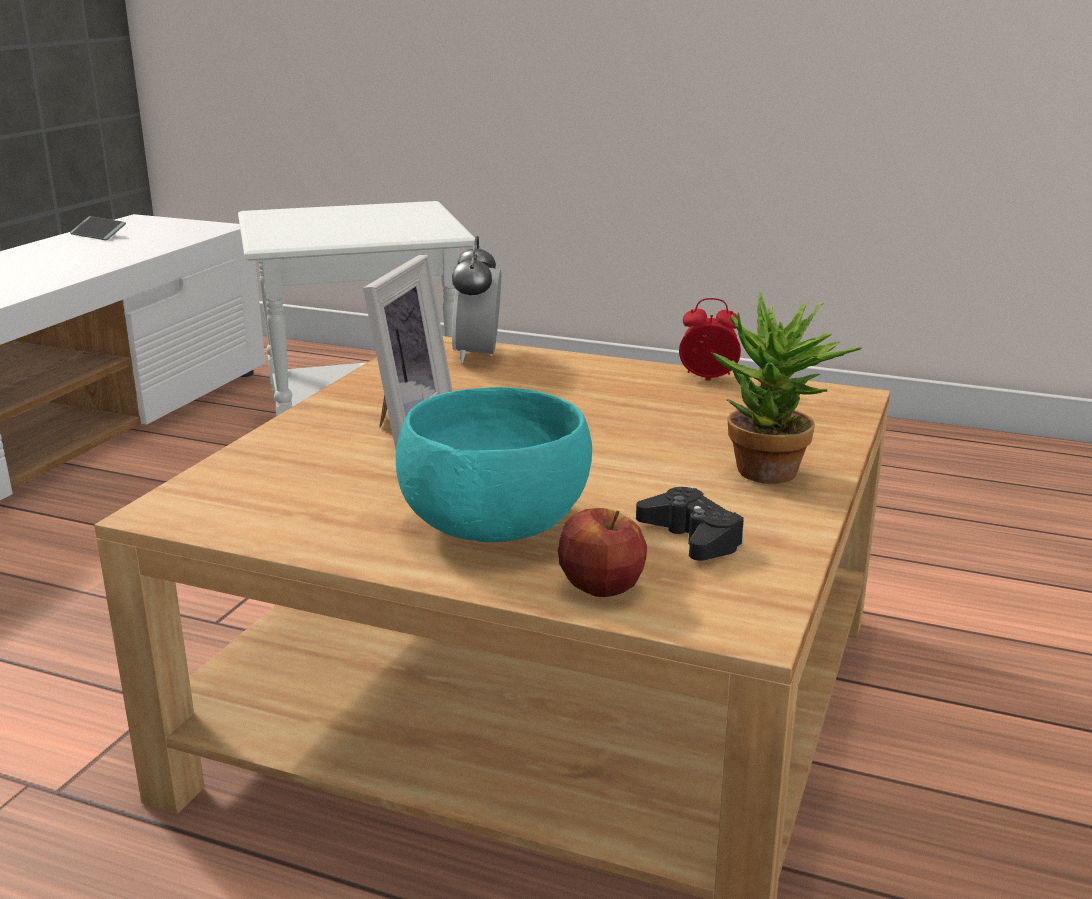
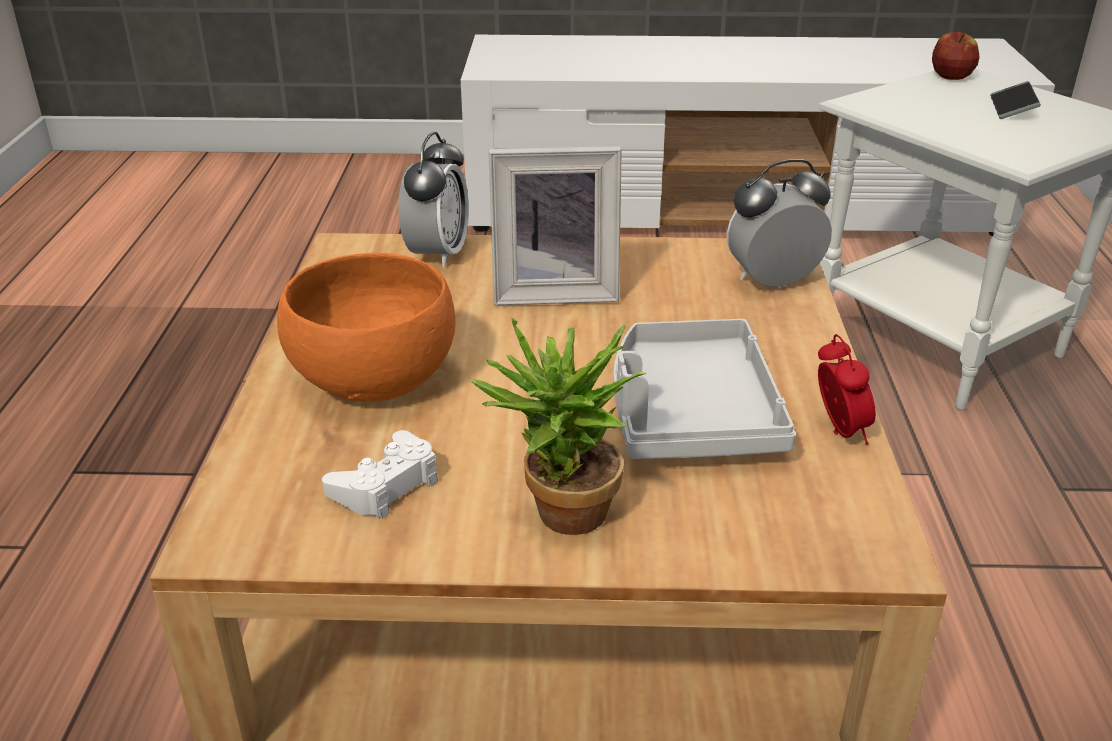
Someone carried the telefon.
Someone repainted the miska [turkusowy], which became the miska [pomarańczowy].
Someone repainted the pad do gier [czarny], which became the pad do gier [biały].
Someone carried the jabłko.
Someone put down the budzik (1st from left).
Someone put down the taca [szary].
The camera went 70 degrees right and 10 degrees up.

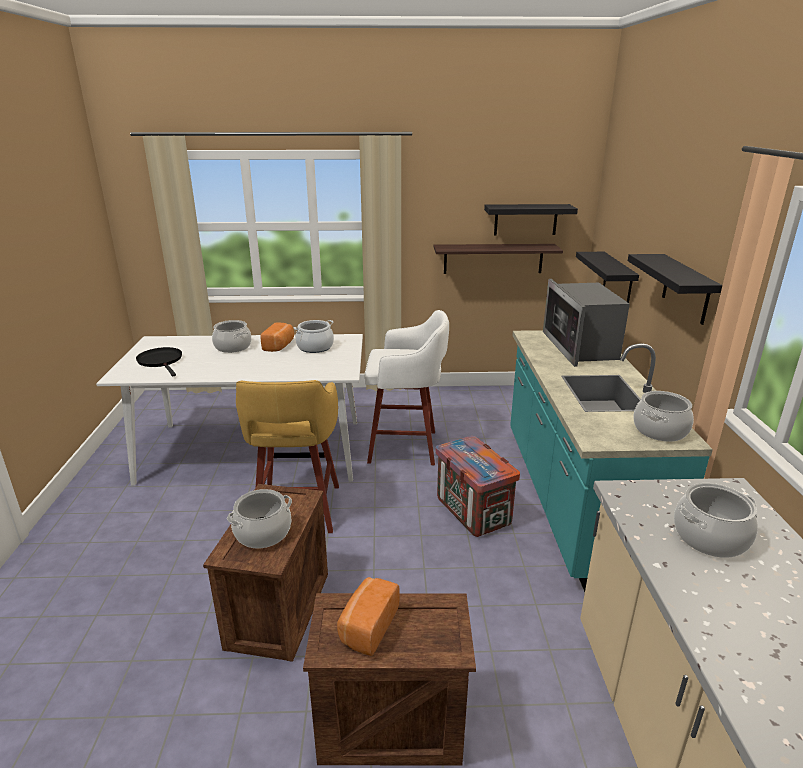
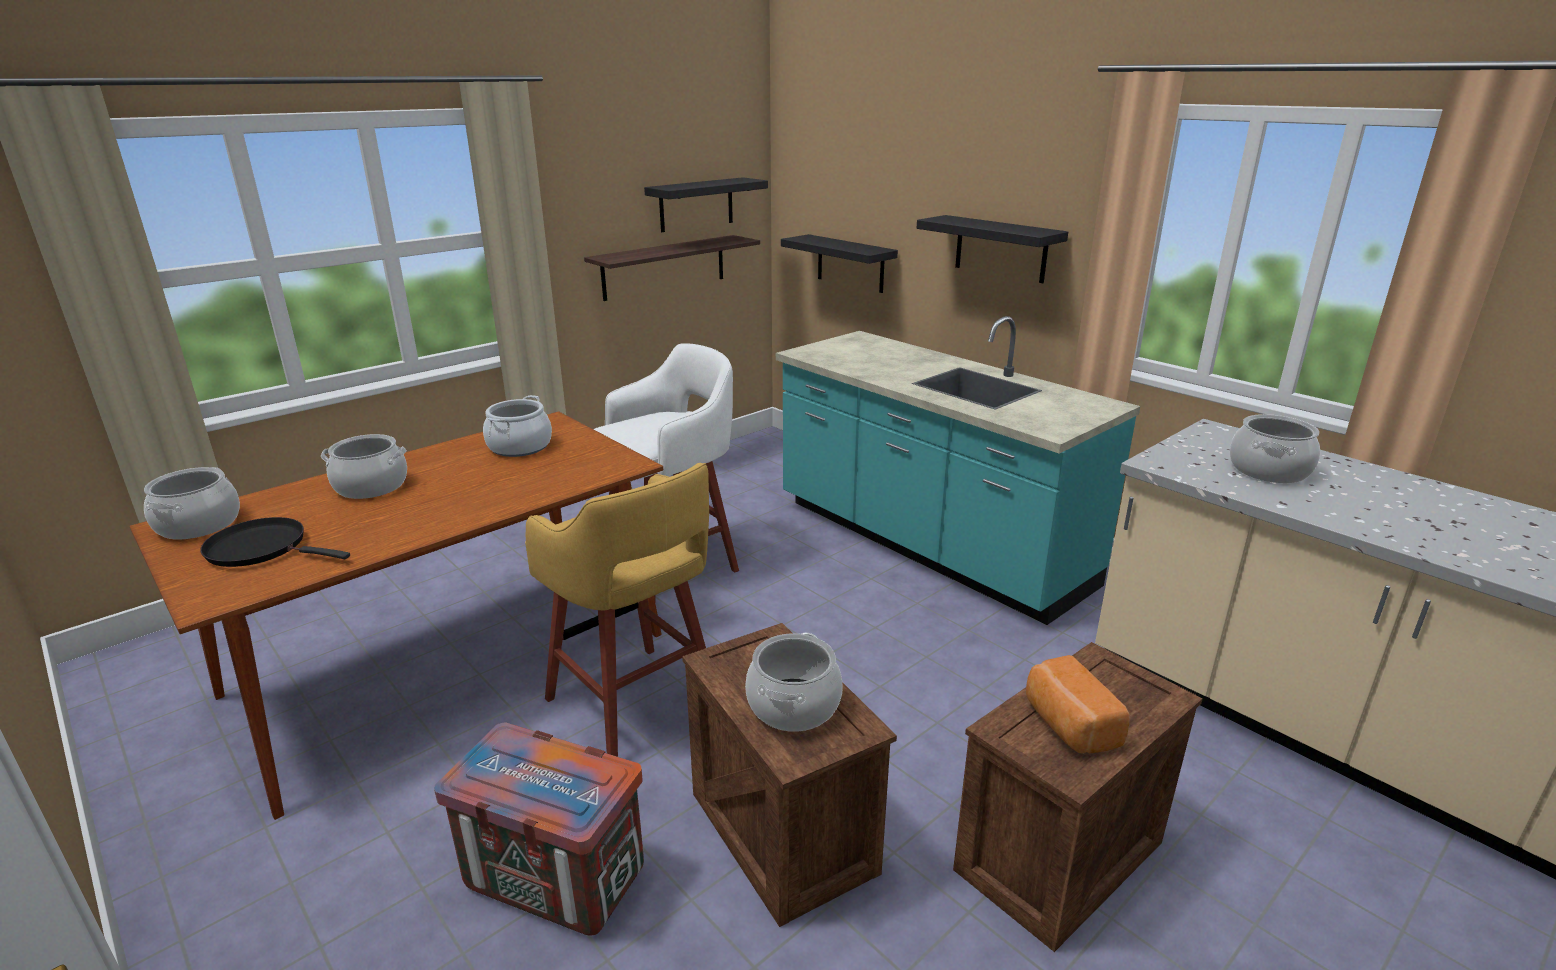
Someone took away the mikrofalówka.
Someone took away the chleb (1st from left).
Someone repainted the stół jadalny [biały], which became the stół jadalny [brązowy].
Someone carried the garnek (4th from left in the first image).
Someone carried the skrzynka (3rd from left in the first image).
The camera went 40 degrees left and 0 degrees up.

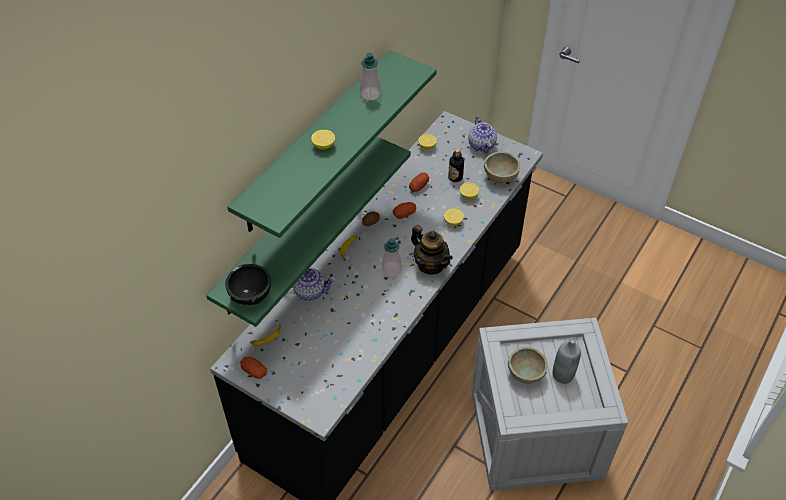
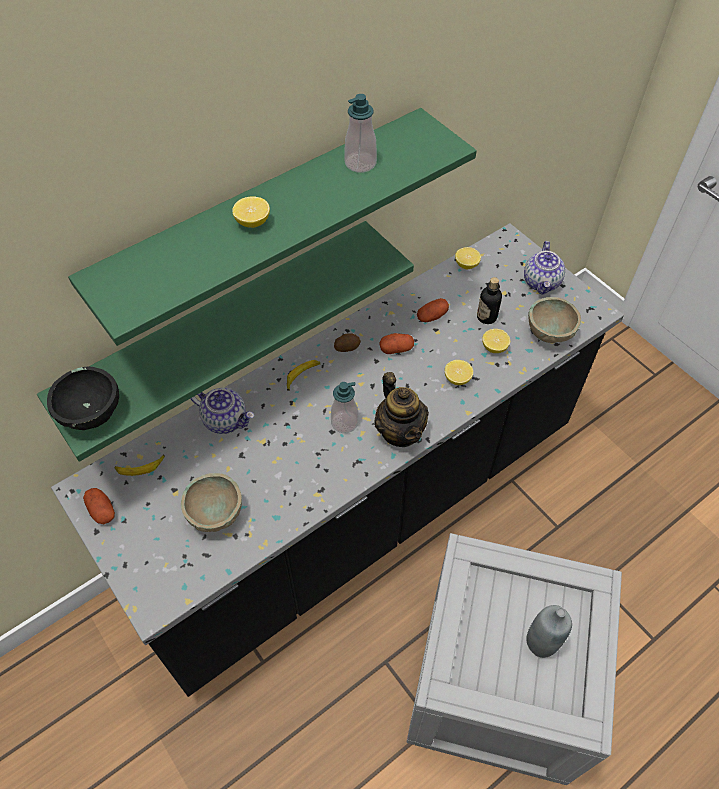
Someone carried the miska [beżowy] (2nd from left in the first image).
The camera went 20 degrees right and 5 degrees up.

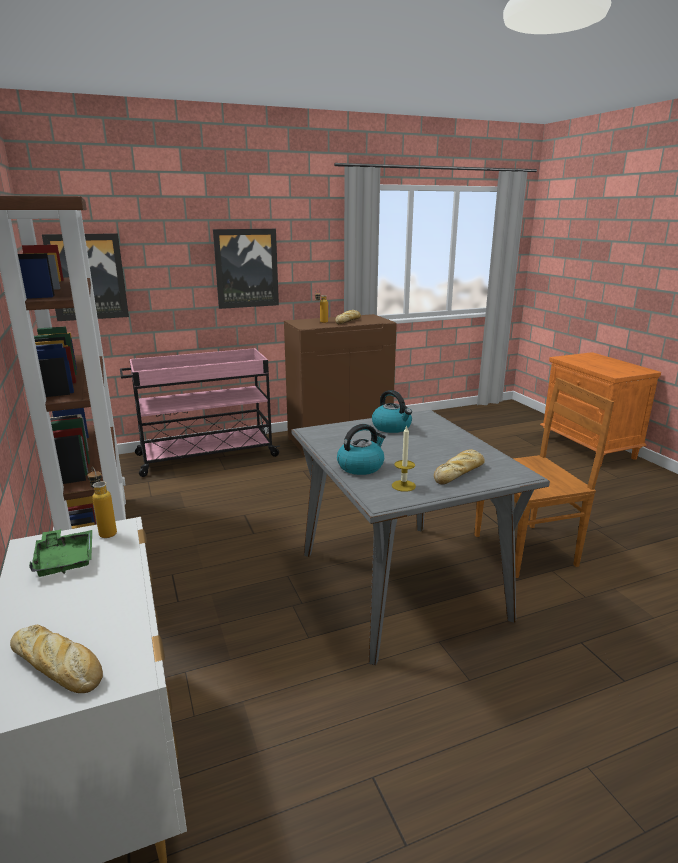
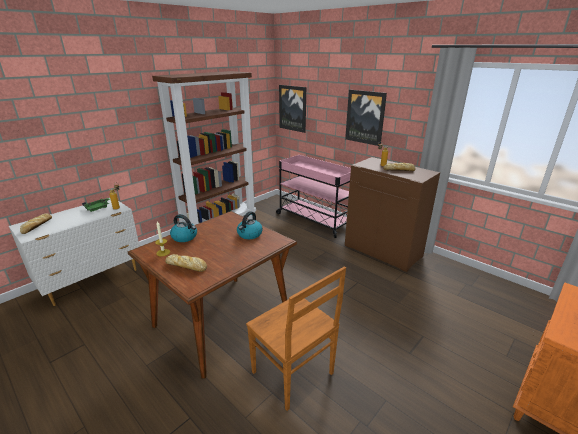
Someone repainted the stół jadalny [szary], which became the stół jadalny [brązowy].
The camera went 65 degrees right and 5 degrees up.

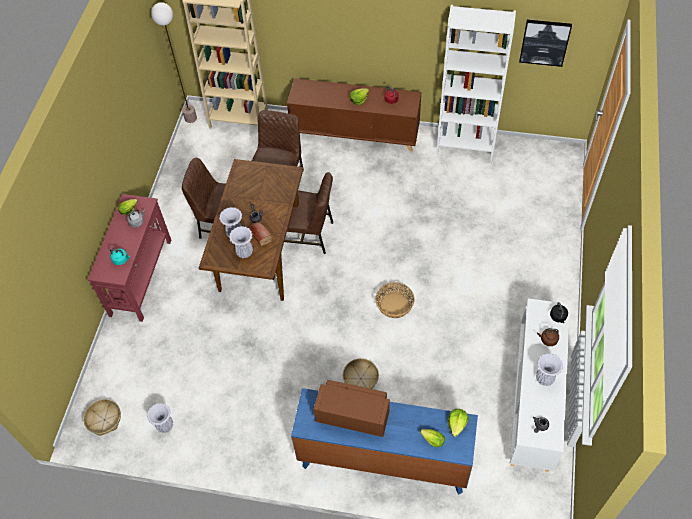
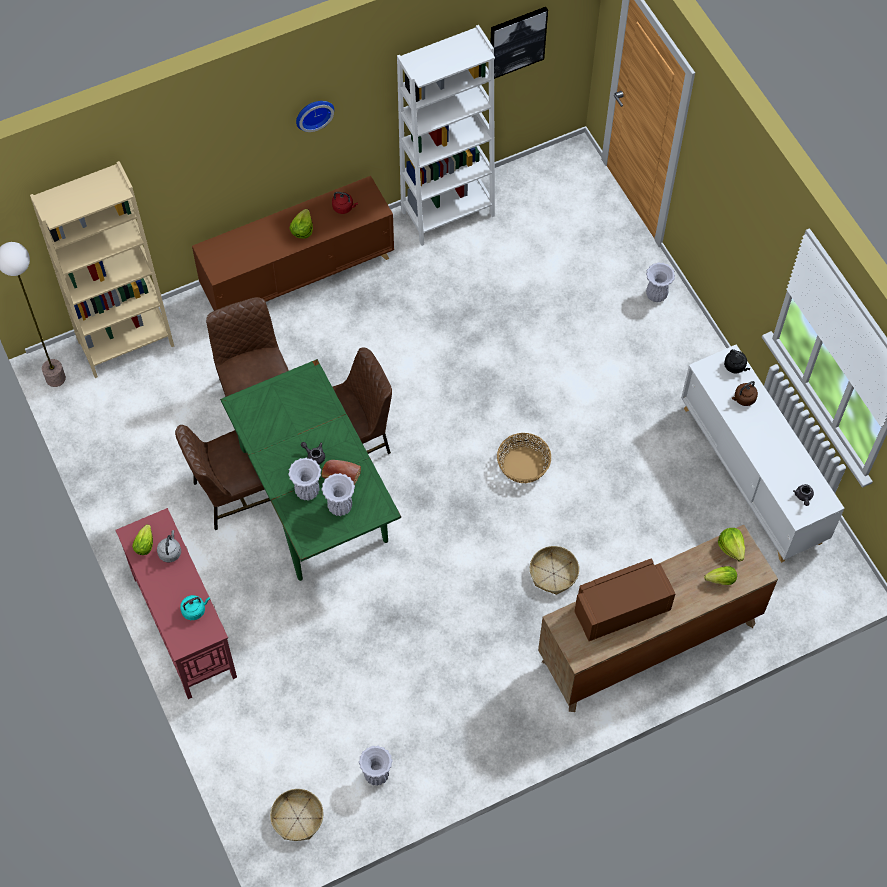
Someone repainted the stół jadalny [brązowy], which became the stół jadalny [zielony].
Someone carried the wazon [biały] (4th from left).
Someone repainted the komoda [niebieski], which became the komoda [brązowy].
Someone put up the zegar ścienny.
The camera went 40 degrees left and 5 degrees up.

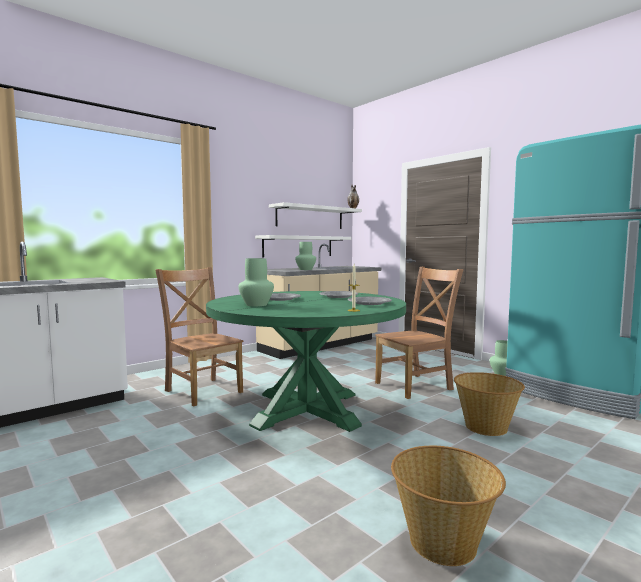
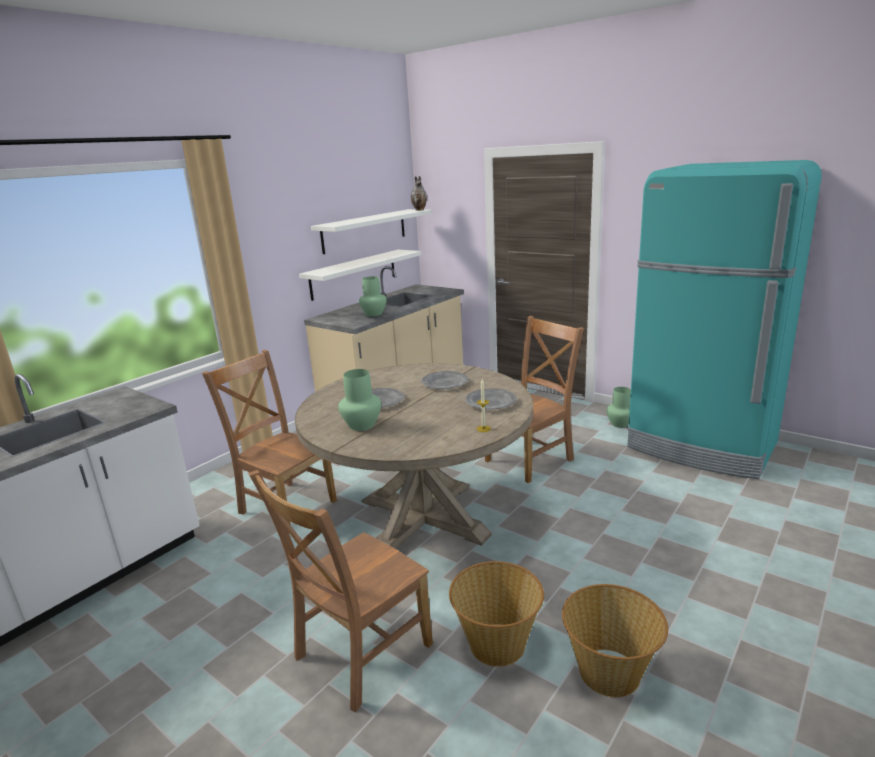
Someone repainted the stół jadalny [zielony], which became the stół jadalny [beżowy].
Someone carried the koszyk (2nd from left in the first image).
Someone put down the krzesło [brązowy] (2nd from left).
The camera went 10 degrees left and 15 degrees up.

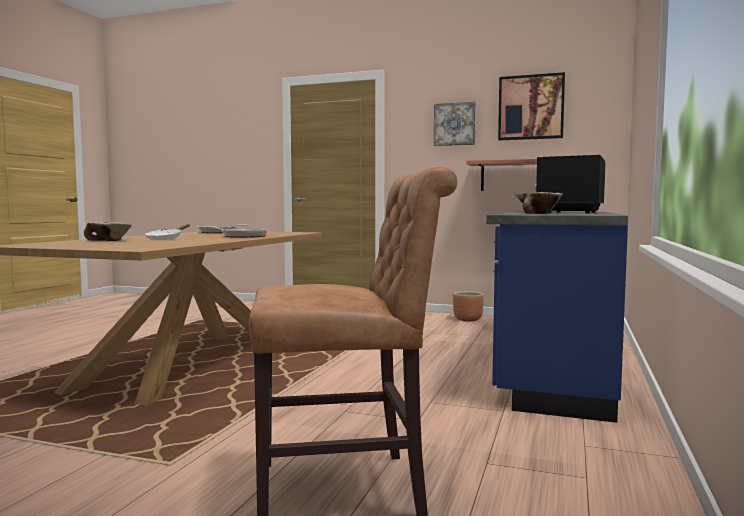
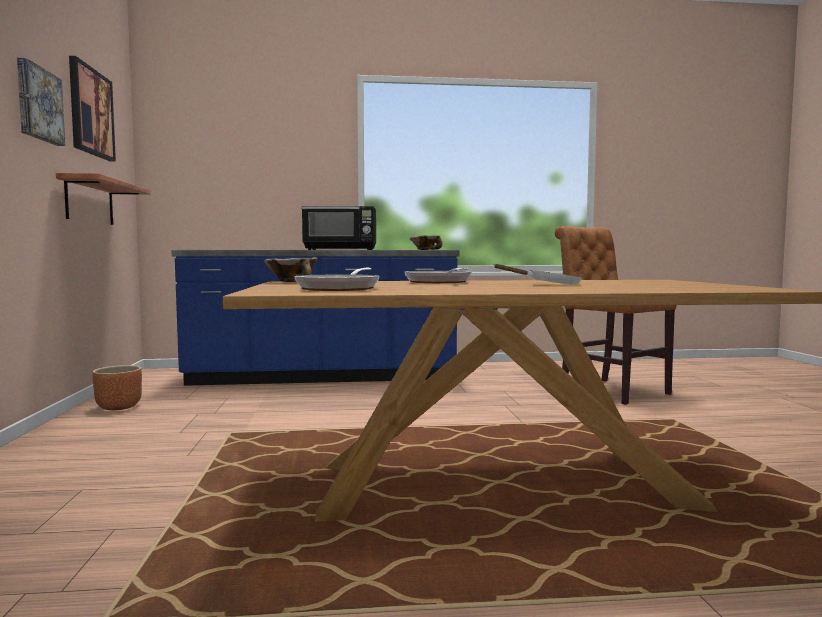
Someone carried the miska (1st from left).
The camera went 115 degrees left and 0 degrees up.

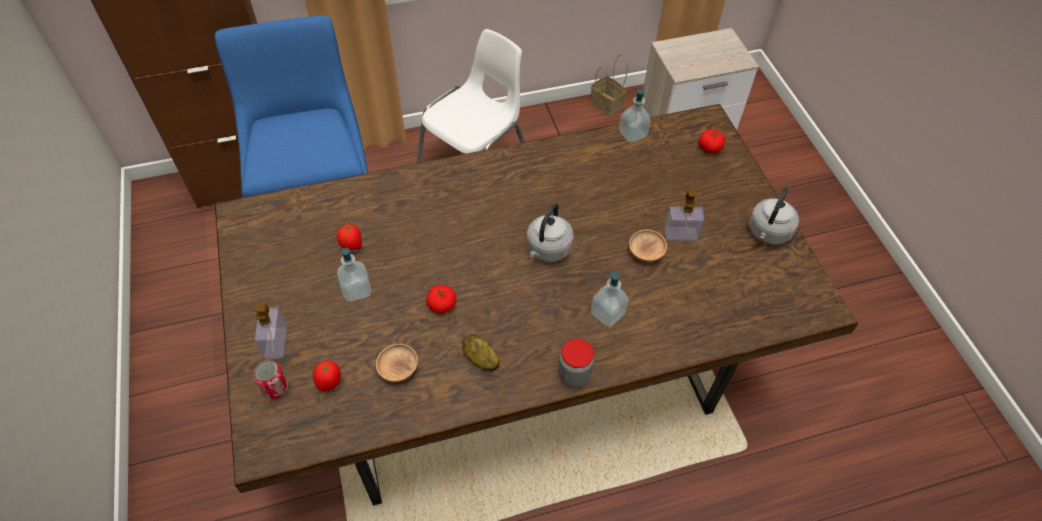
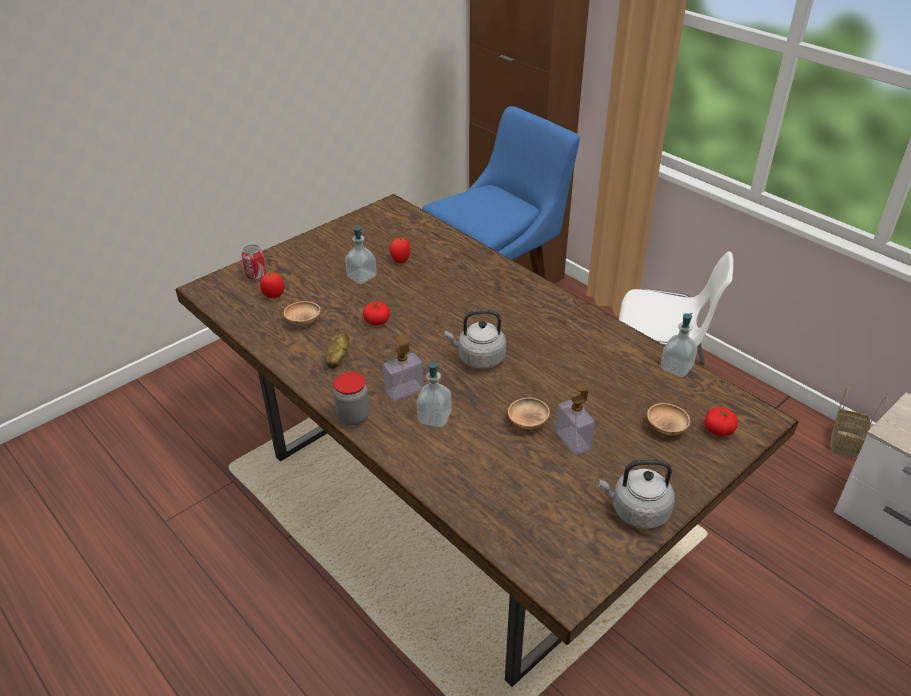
Someone carried the dozownik mydła (1st from left in the first image).
Someone put down the miska [brązowy] (3rd from left).
The camera went 65 degrees right and 15 degrees down.

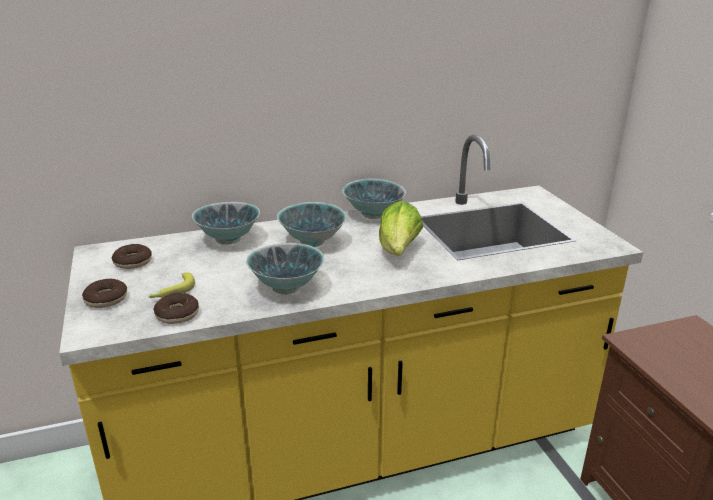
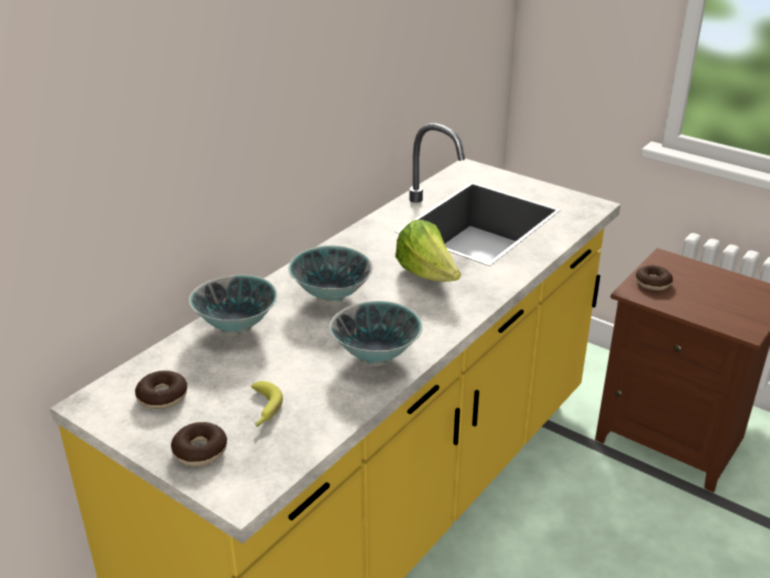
Someone took away the miska (4th from left).
Someone carried the donut (3rd from left).
The camera went 35 degrees left and 5 degrees up.

